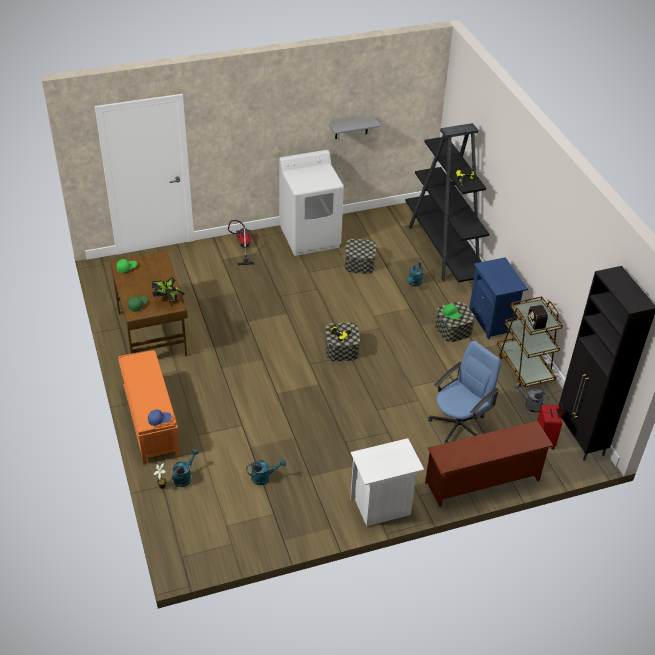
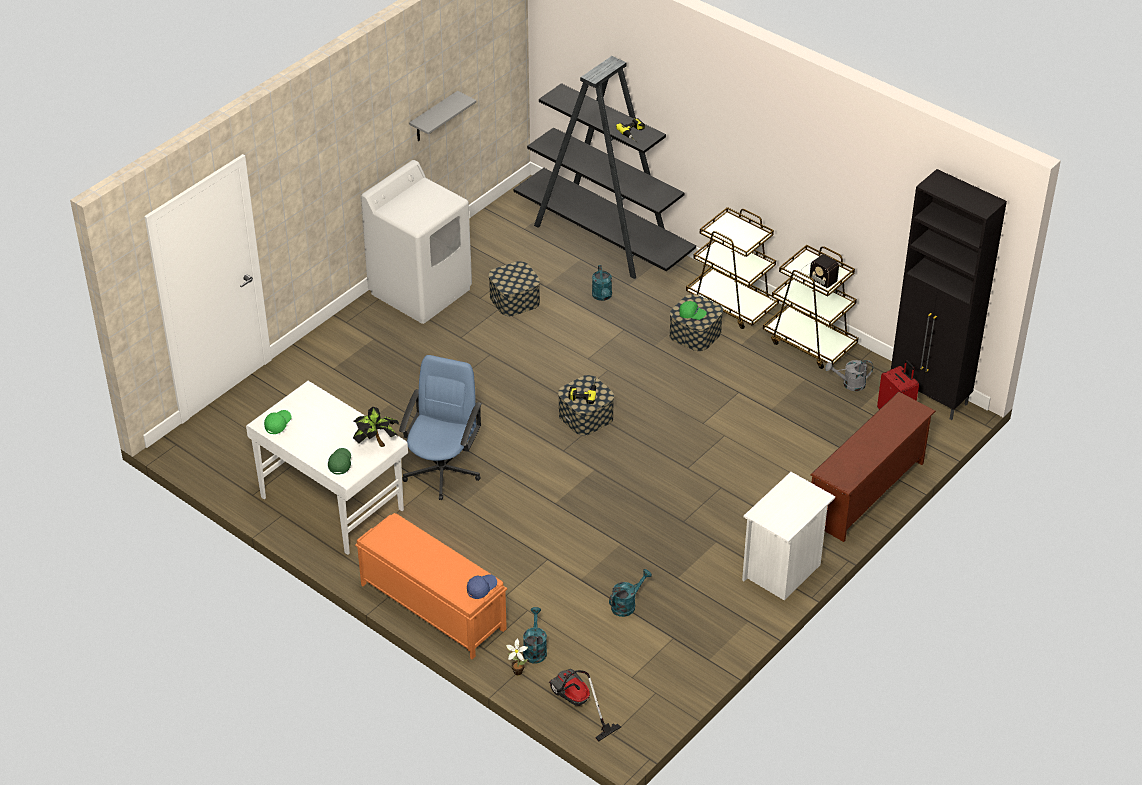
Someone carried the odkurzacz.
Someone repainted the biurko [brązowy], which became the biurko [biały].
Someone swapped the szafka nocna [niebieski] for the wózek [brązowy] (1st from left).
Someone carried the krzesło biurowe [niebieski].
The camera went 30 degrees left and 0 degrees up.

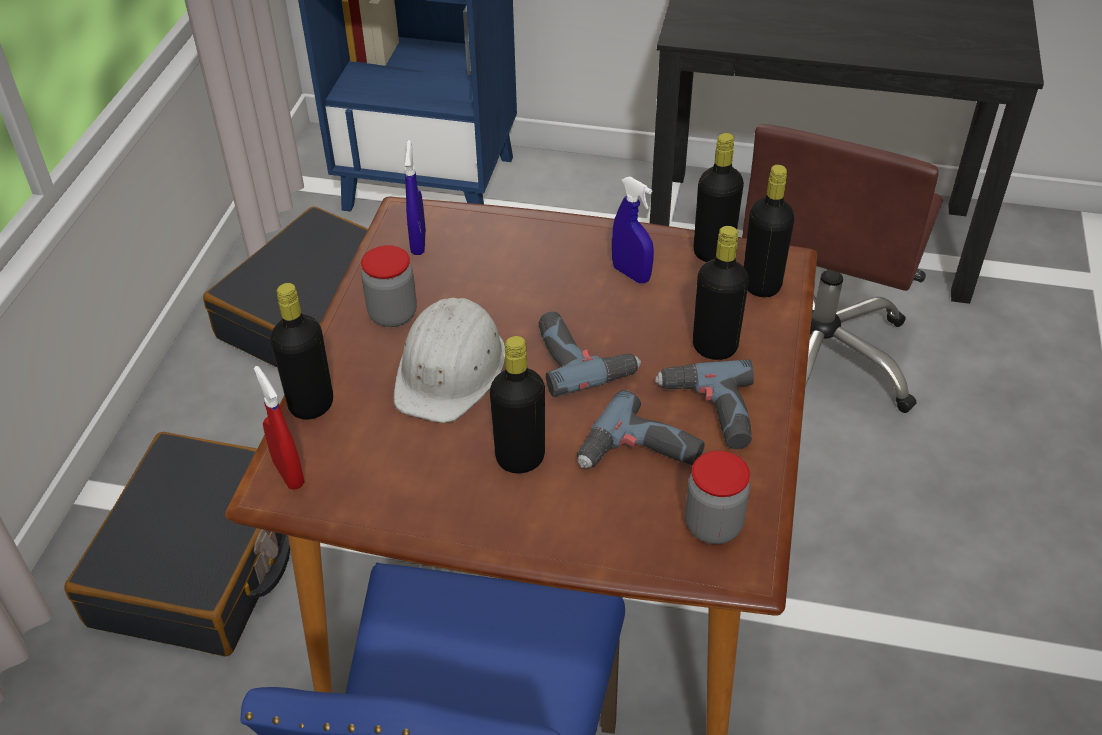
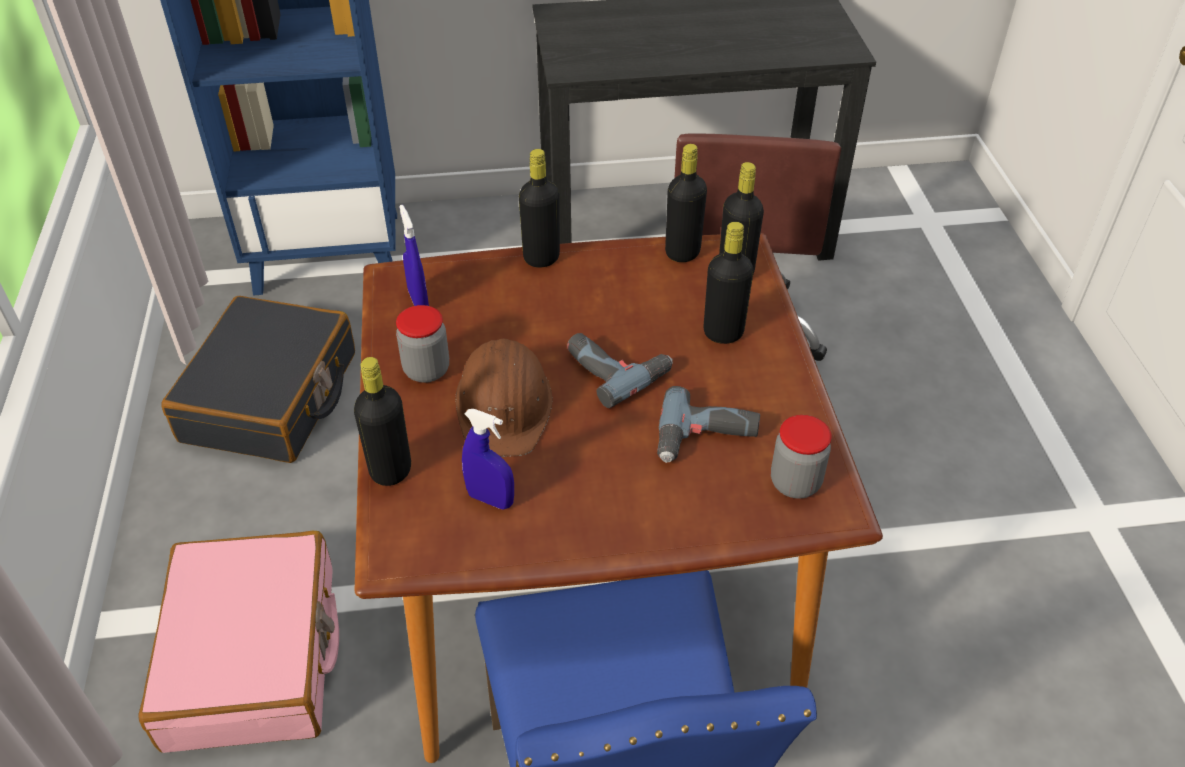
Someone carried the spryskiwacz [niebieski] (2nd from left).
Someone repainted the kask [biały], which became the kask [brązowy].
Someone carried the butelka [czarny] (2nd from left).
Someone took away the wiertarka (3rd from left).
Someone took away the spryskiwacz [czerwony].
Someone repainted the walizka [czarny] (1st from left), which became the walizka [różowy].
The camera went 20 degrees left and 0 degrees up.

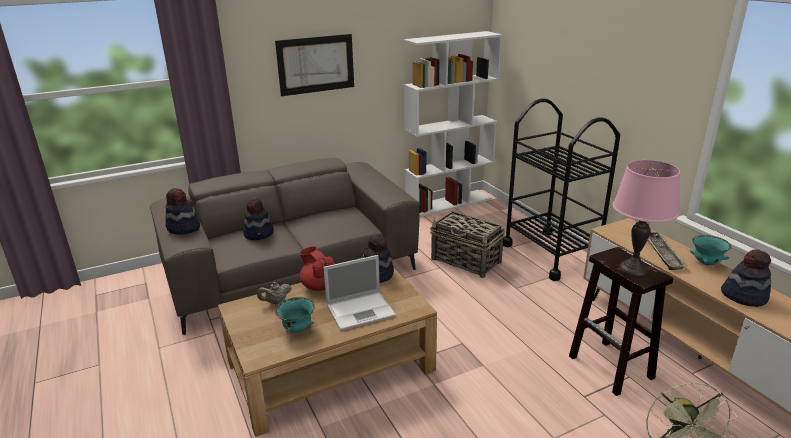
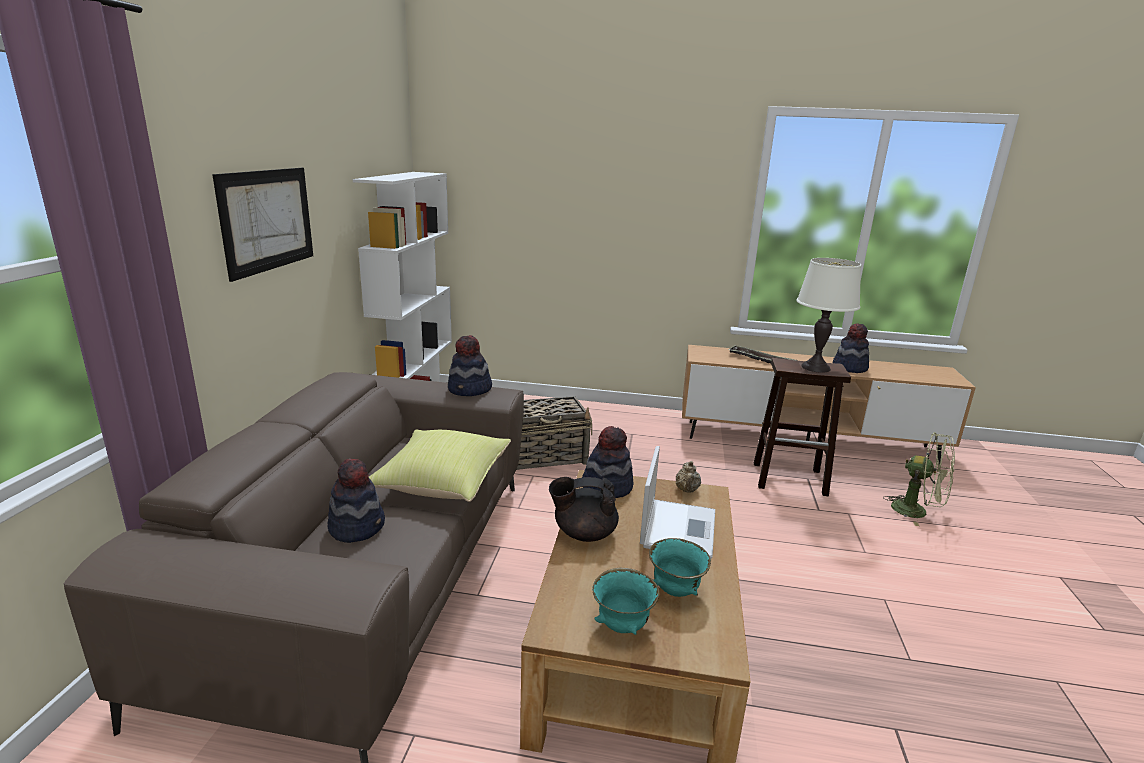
Someone took away the wózek [czarny].
Someone repainted the lampa stołowa [różowy], which became the lampa stołowa [biały].
Someone carried the kapelusz (1st from left in the first image).
Someone carried the miska [turkusowy] (2nd from left in the first image).
Someone repainted the imbryk [czerwony], which became the imbryk [czarny].
Someone carried the imbryk [beżowy].
Someone put down the poduszka [żółty].
The camera went 55 degrees left and 5 degrees down.

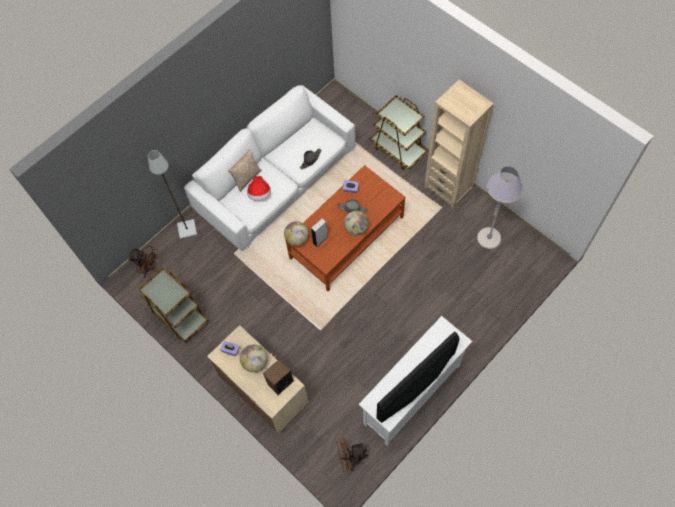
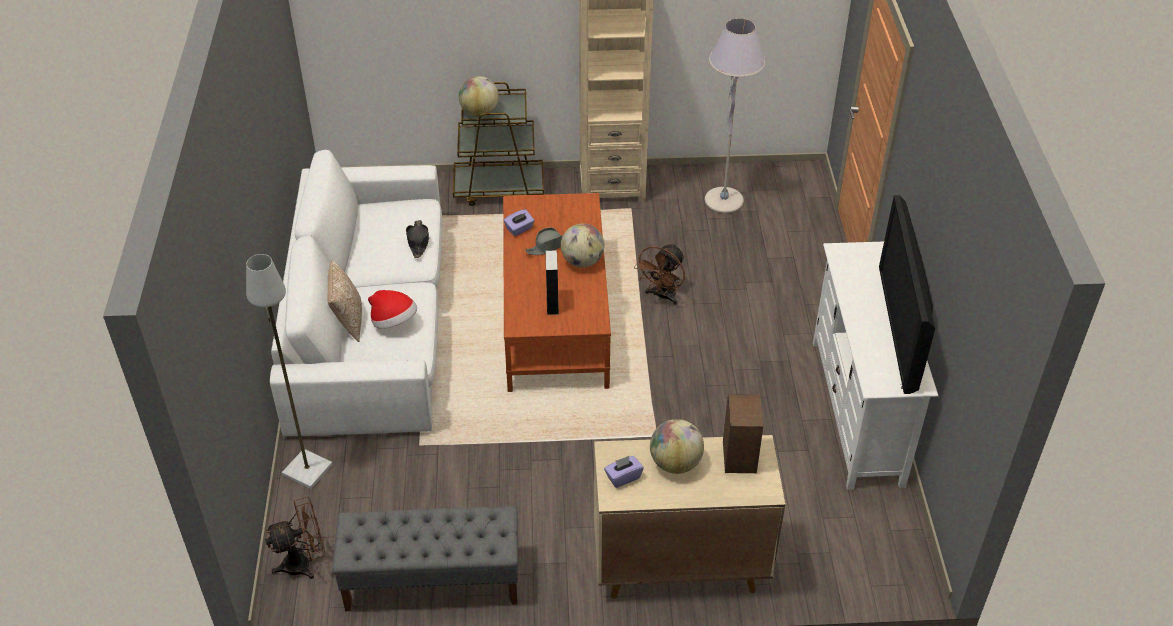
Someone carried the globus (2nd from left in the first image).
Someone swapped the wózek [brązowy] (1st from left) for the ławka [szary].
Someone carried the wentylator [brązowy] (2nd from left).
The camera went 50 degrees left and 20 degrees down.

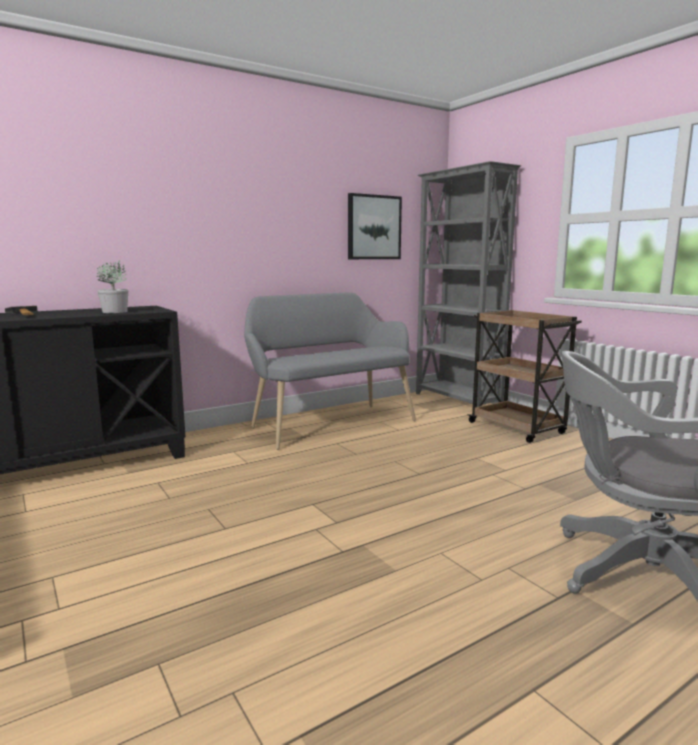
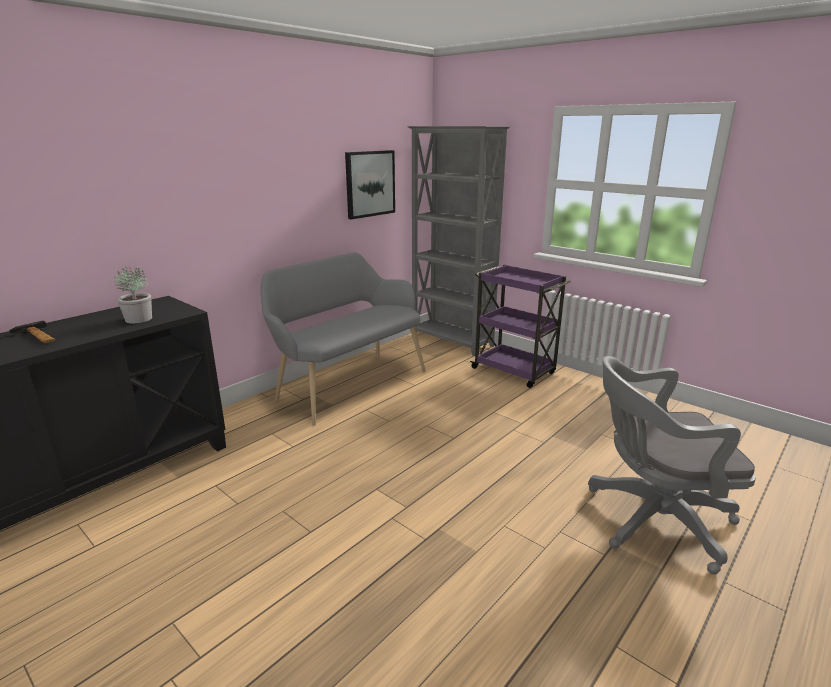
Someone repainted the wózek [brązowy], which became the wózek [fioletowy].
The camera went 15 degrees left and 10 degrees up.

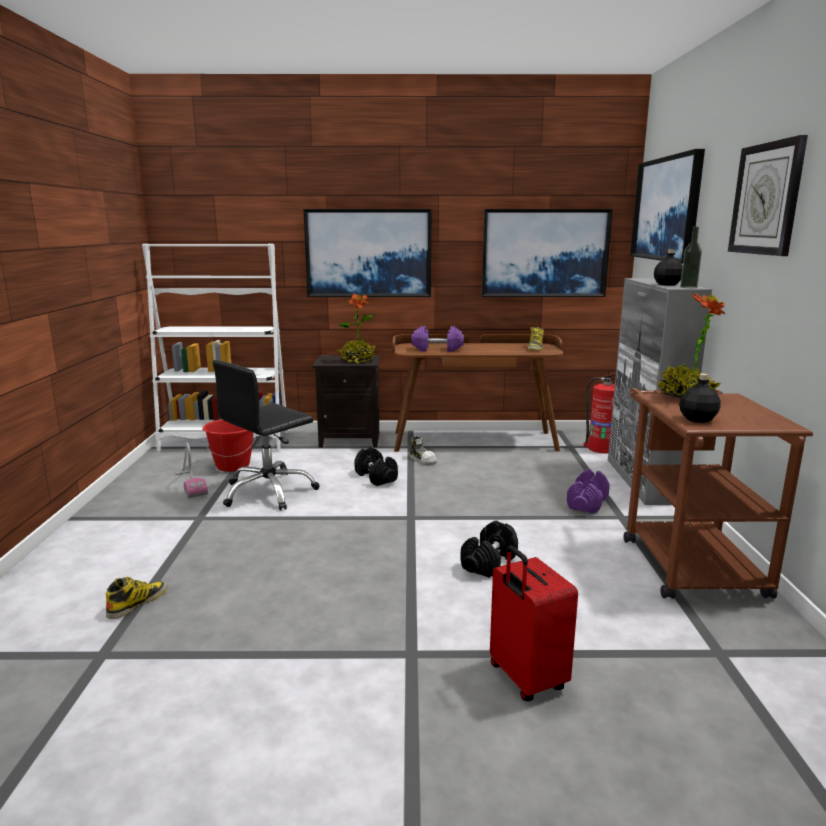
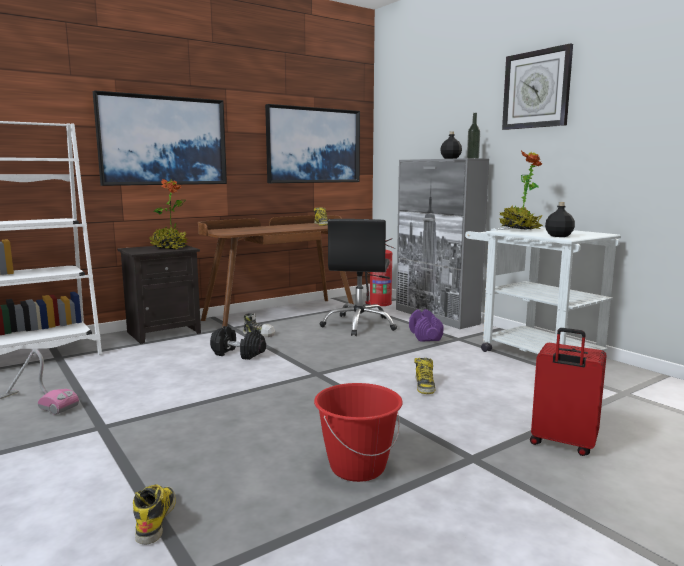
Someone took away the obraz (3rd from left).
Someone took away the hantel [fioletowy] (1st from left).
Someone carried the krzesło biurowe [czarny].
Someone repainted the wózek [brązowy], which became the wózek [biały].
Someone carried the wiadro [czerwony].
Someone swapped the hantel [czarny] (2nd from left) for the but z cholewką (3rd from left).
The camera went 35 degrees left and 5 degrees down.

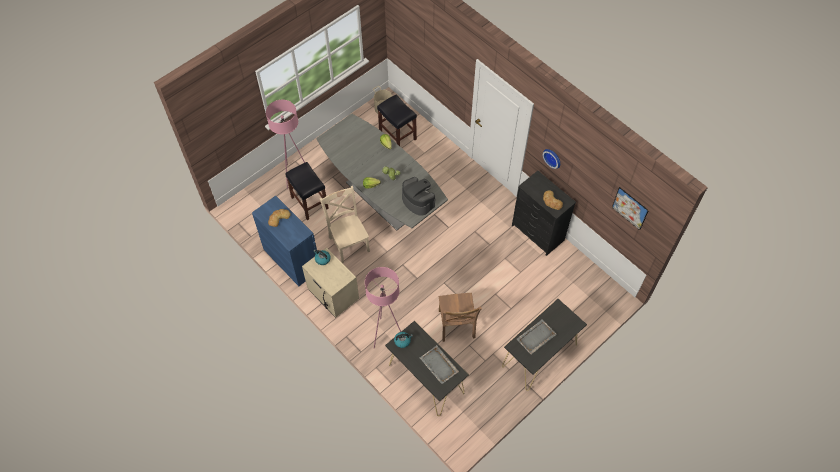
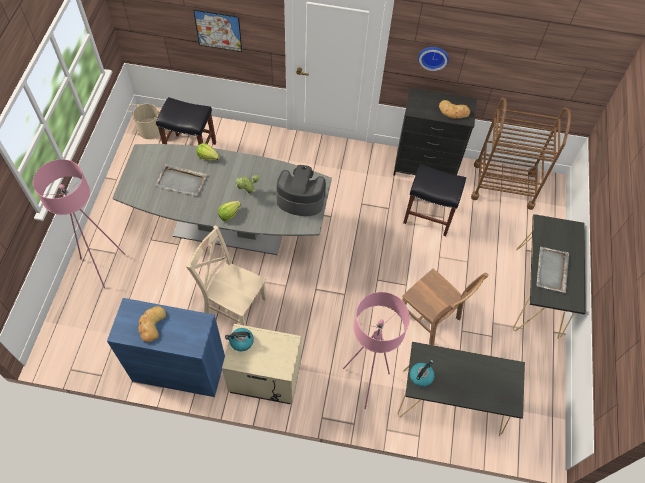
Someone carried the stołek [czarny] (1st from left in the first image).
Someone carried the obraz.
Someone carried the taca [szary] (1st from left).
Someone put down the wózek [brązowy].
The camera went 40 degrees left and 0 degrees up.

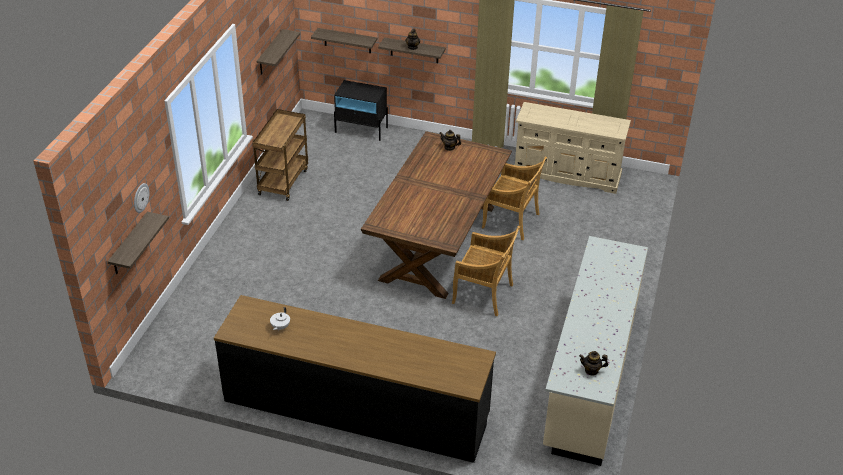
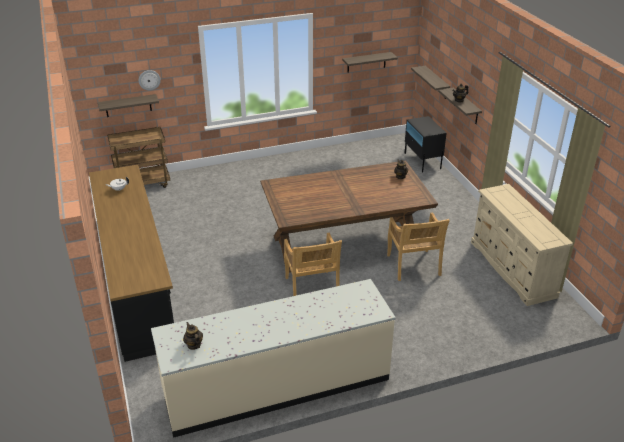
Someone carried the wózek [brązowy].
The camera went 55 degrees right and 5 degrees down.

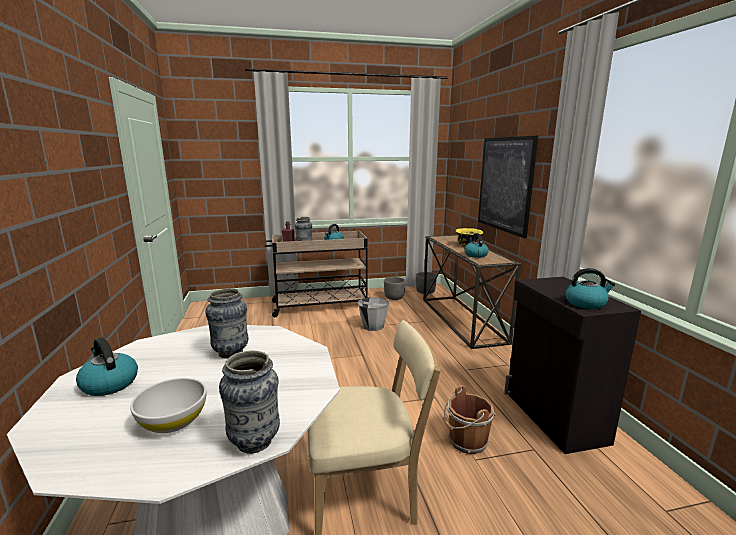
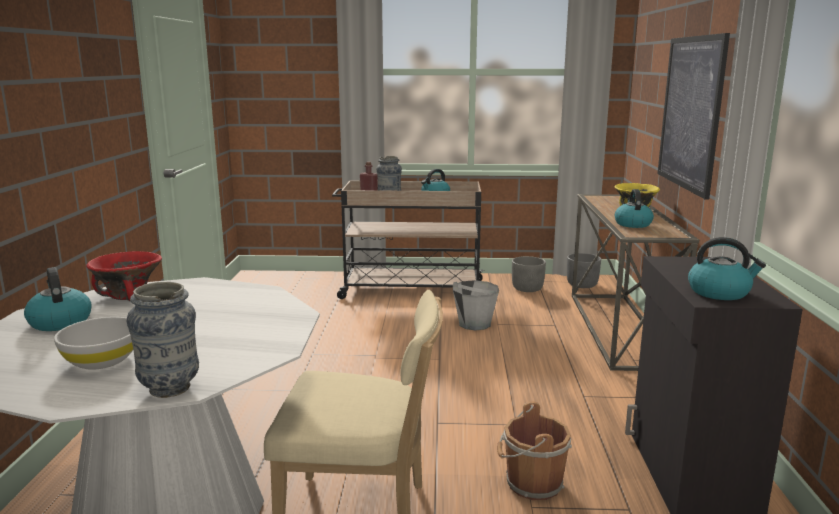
Someone took away the wazon (1st from left).
Someone put down the miska [czerwony].
The camera went 15 degrees right and 0 degrees up.

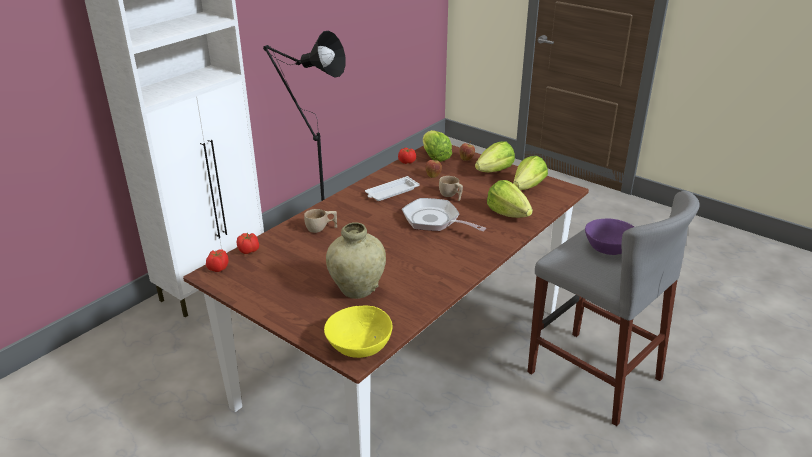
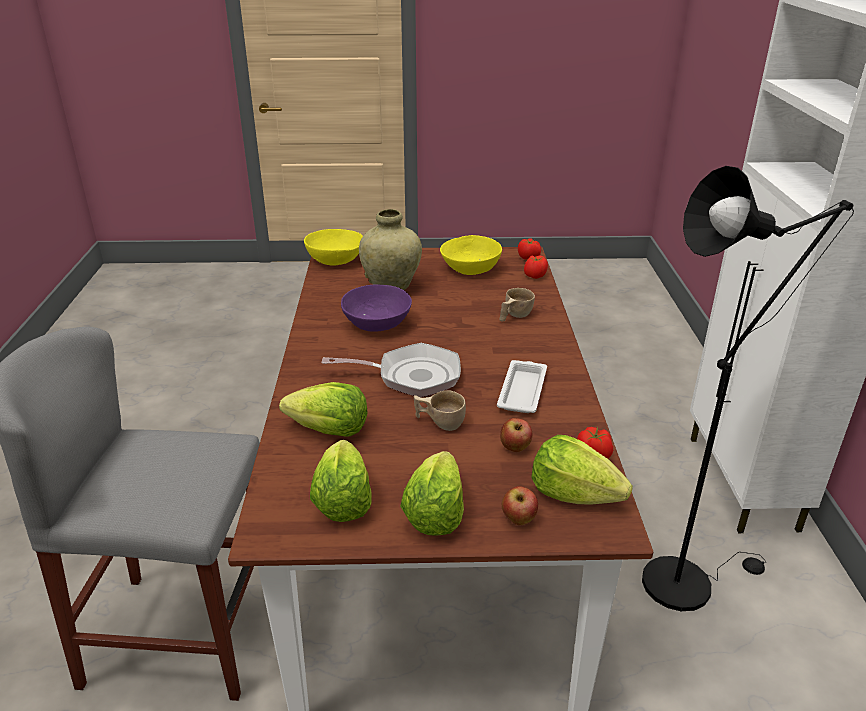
Someone carried the miska [fioletowy].
Someone put down the miska [żółty] (2nd from left).
The camera went 140 degrees right and 0 degrees up.

